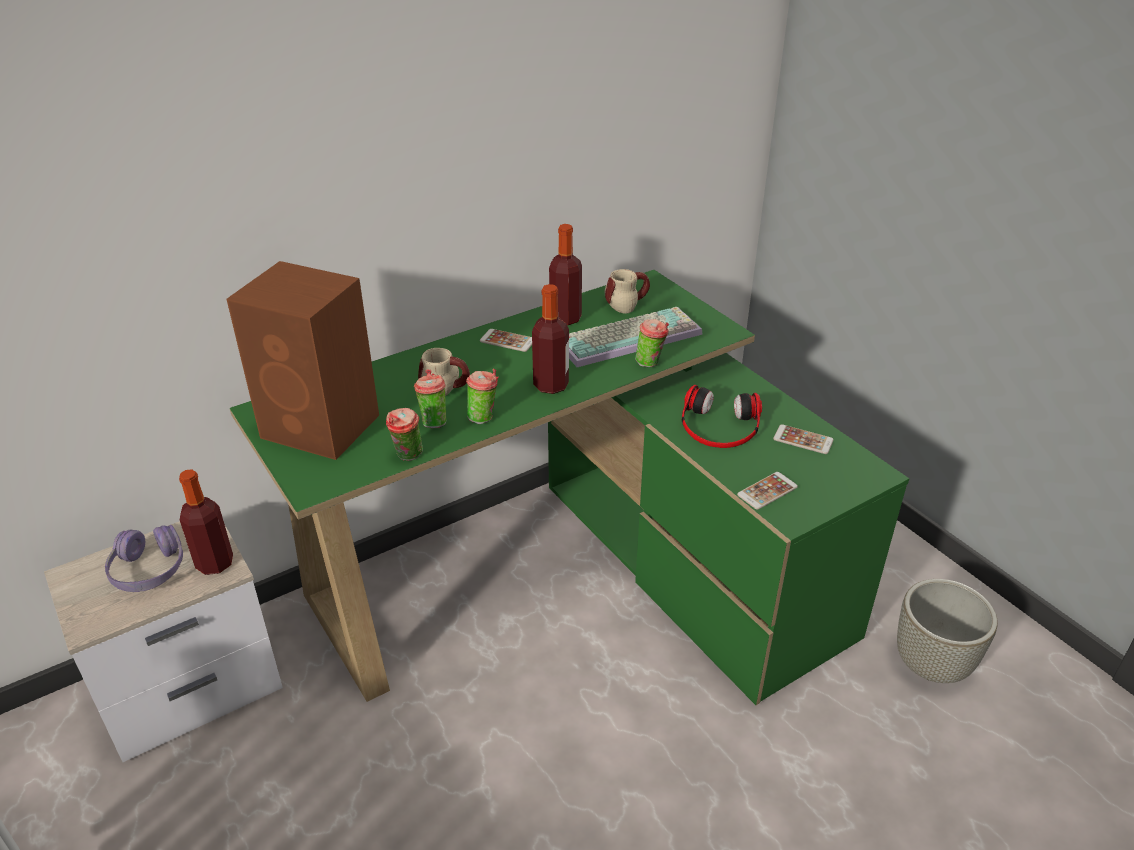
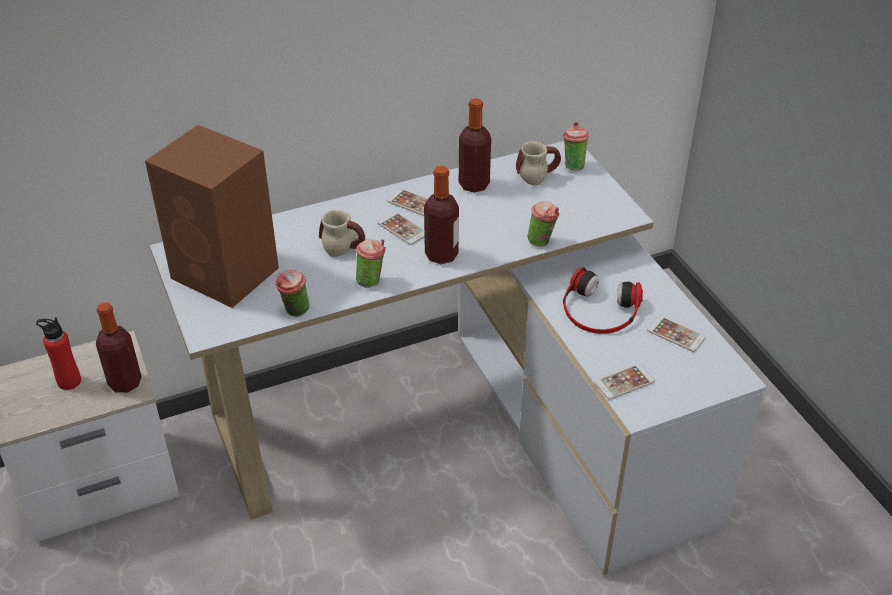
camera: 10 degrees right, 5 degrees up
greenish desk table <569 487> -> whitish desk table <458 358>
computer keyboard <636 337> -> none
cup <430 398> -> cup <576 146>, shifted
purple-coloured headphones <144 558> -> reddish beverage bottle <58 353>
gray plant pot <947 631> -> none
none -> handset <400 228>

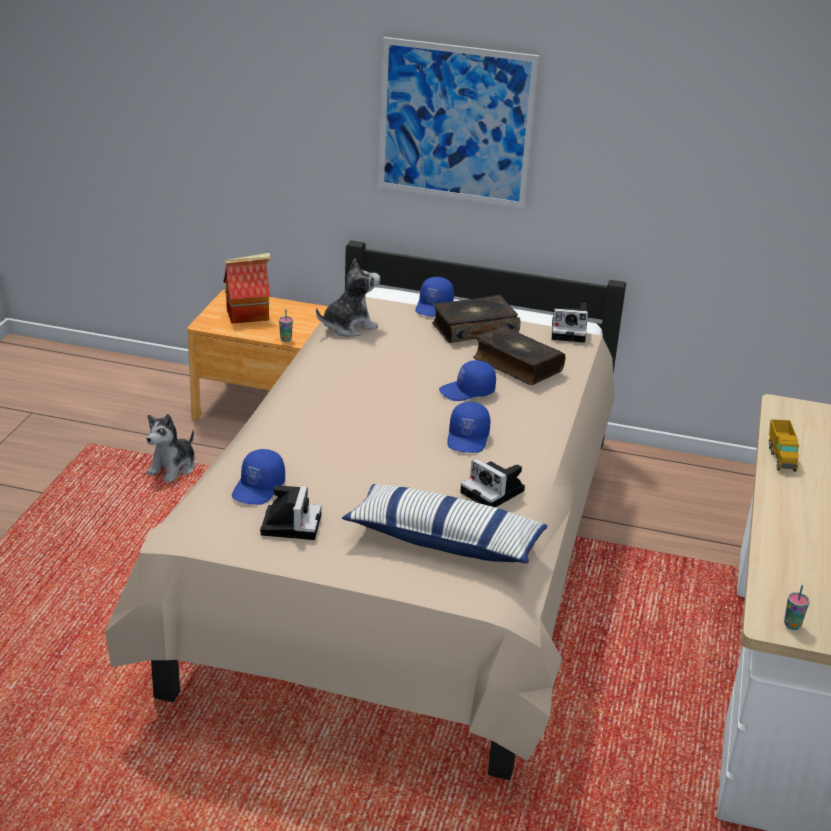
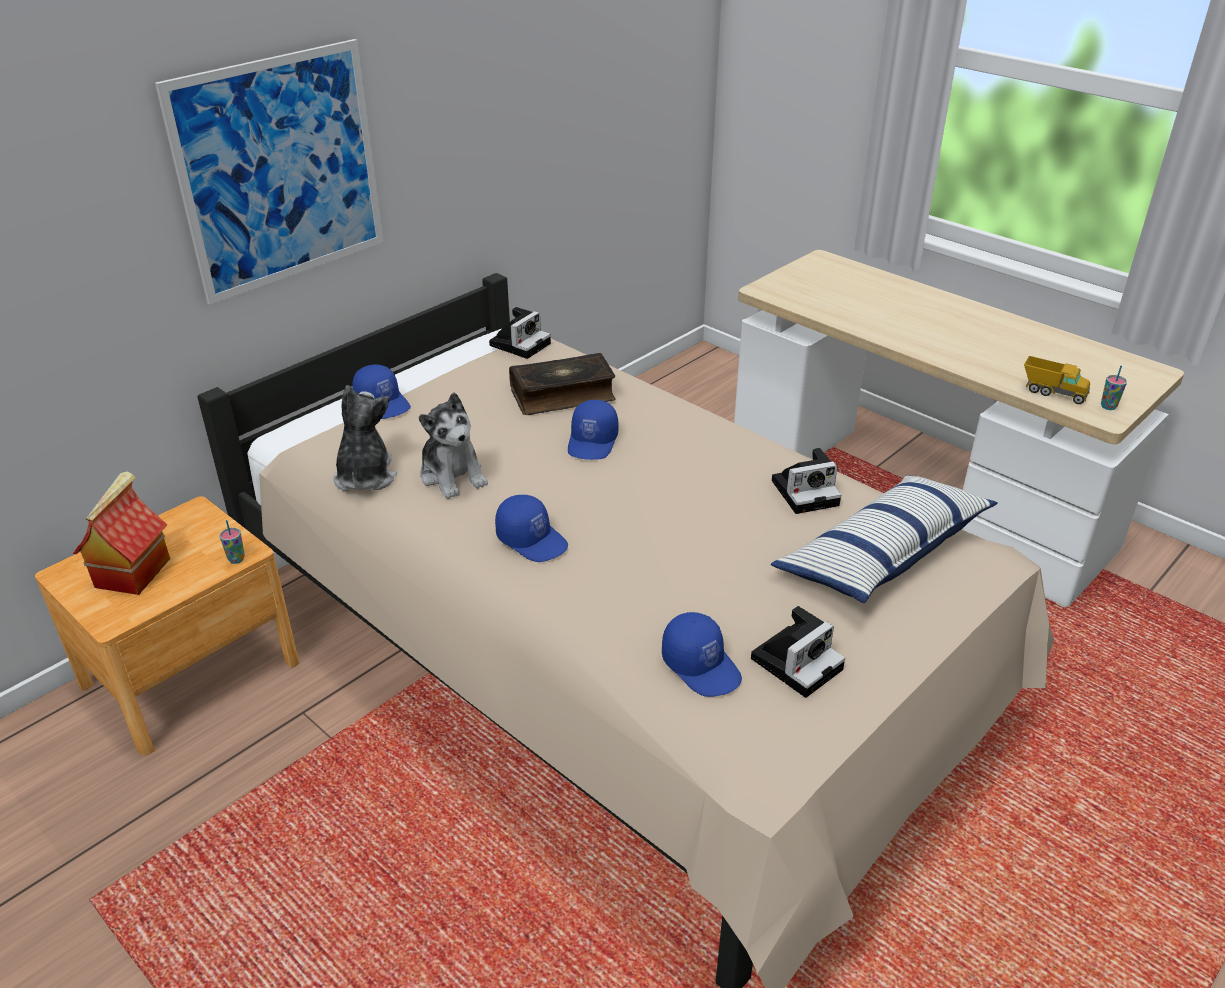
camera: 60 degrees left, 5 degrees up
book <476 319> -> none
bluish baseball cap <469 427> -> bluish baseball cap <531 528>, shifted
cuddly toy <170 448> -> cuddly toy <453 446>, shifted
toy truck <784 445> -> toy truck <1057 380>, shifted
still camera <290 512> -> still camera <798 652>, 105 degrees clockwise

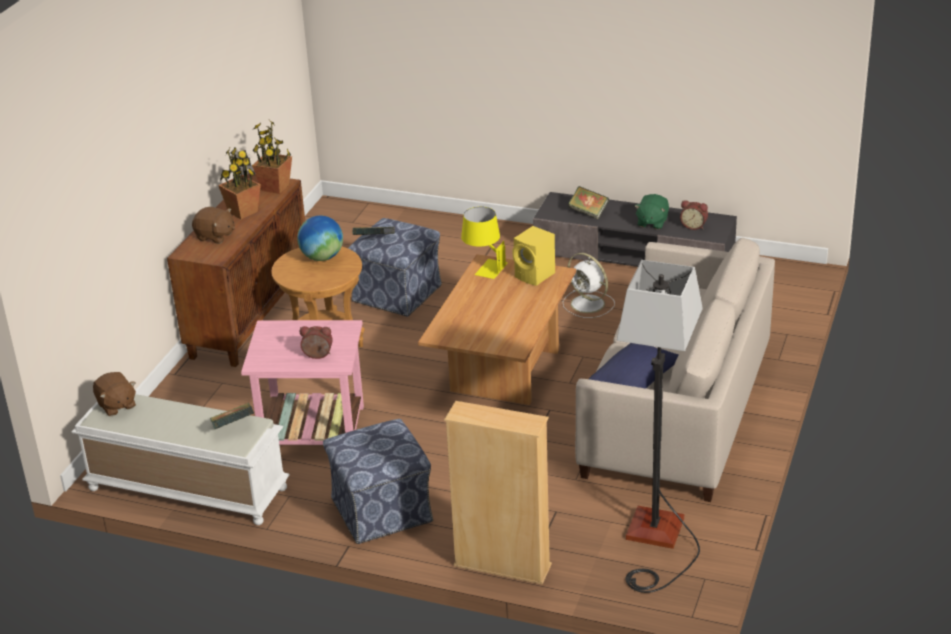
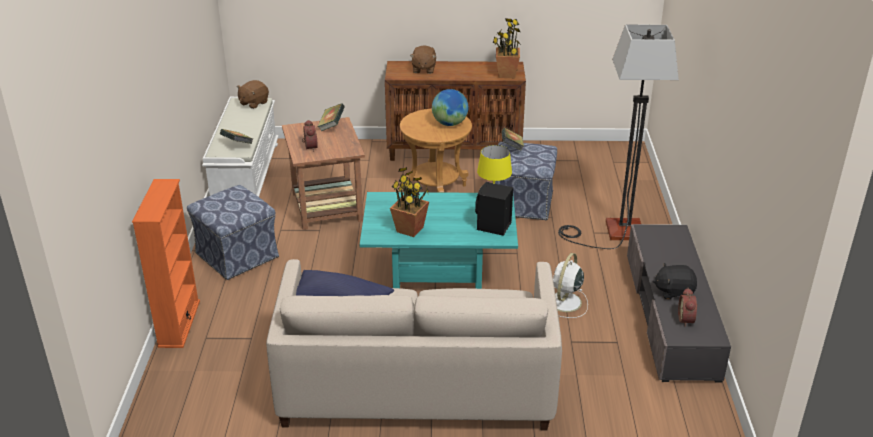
camera: 70 degrees right, 0 degrees up
plant in a pot <239 183> -> plant in a pot <409 202>, shifted
book <588 202> -> book <331 117>, shifted
greenish cuddly toy <652 212> -> blackish cuddly toy <675 281>
yellow-coloured speaker <534 256> -> blackish speaker <494 209>
brown low table <497 329> -> blue-green low table <439 240>
floor lamp <660 426> -> floor lamp <618 137>, shifted
pinkish end table <302 382> -> brown end table <323 173>
beige bookcase <498 492> -> orange-coloured bookcase <166 263>

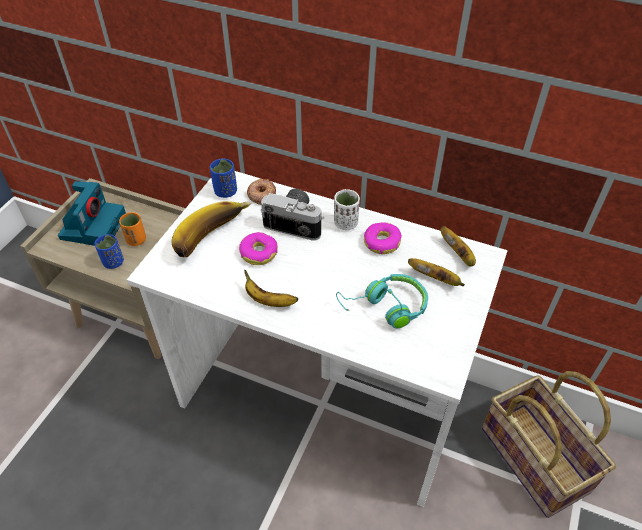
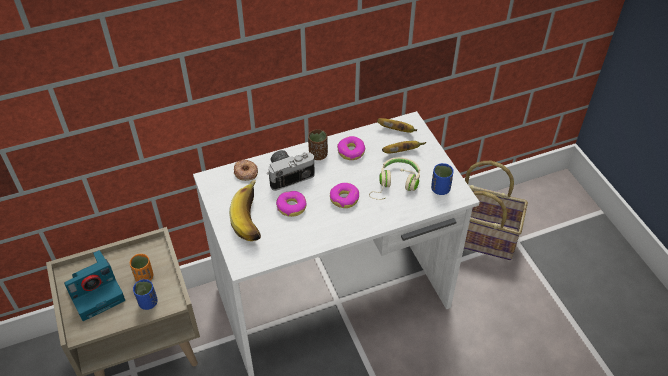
camera: 45 degrees left, 0 degrees up
bluish cup <223 178> -> bluish cup <442 179>, shifted
still camera <92 213> -> still camera <94 285>, 90 degrees clockwise
whitish cup <347 209> -> brown cup <318 144>
whole banana <271 288> -> none
blue-green headphones <382 301> -> beige headphones <394 178>
none -> ring doughnut <344 195>

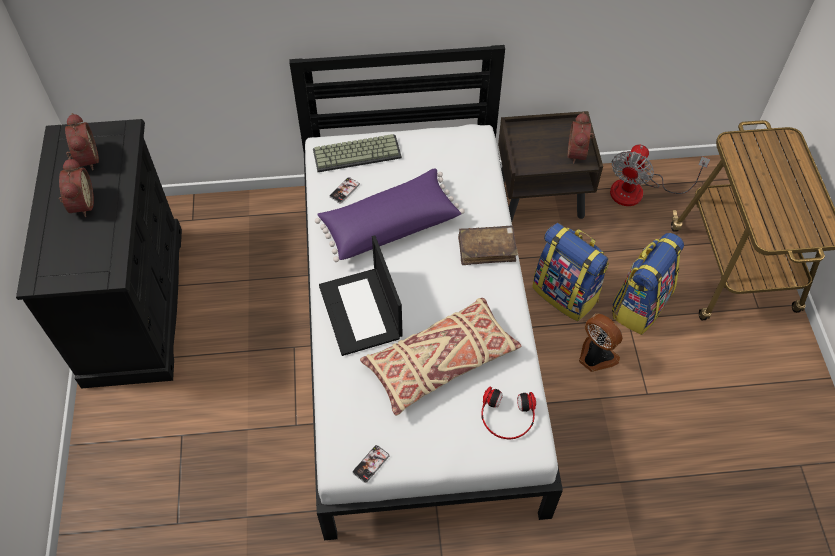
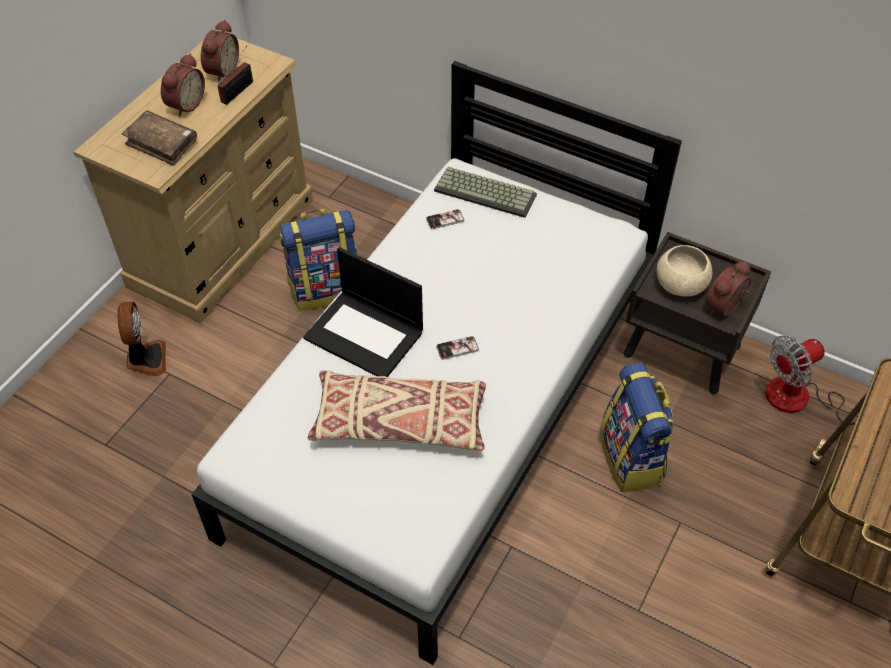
camera: 35 degrees right, 5 degrees down
blackish dresser <99 253> -> beige dresser <193 181>
purple-coloured cushion <390 215> -> none
brown book <488 245> -> brown book <159 138>, shifted
knapsack <648 284> -> knapsack <318 259>, shifted
portable computer <361 295> -> portable computer <363 312>, 75 degrees counterclockwise
electric fan <600 343> -> electric fan <141 339>, shifted
headphones <508 413> -> none
handset <371 464> -> handset <457 348>, shifted
none -> radio <235 75>
none -> beige serving bowl <684 271>

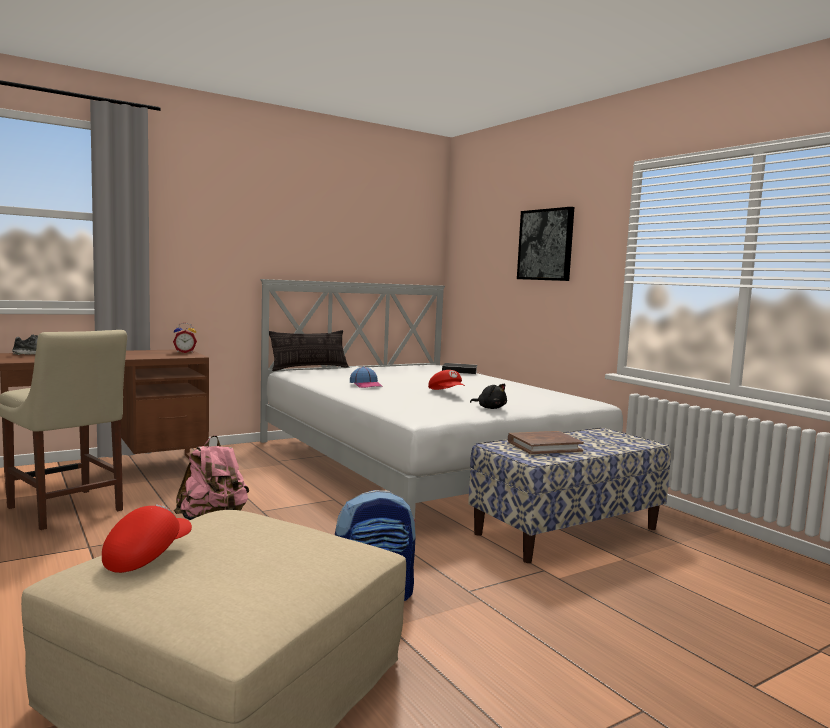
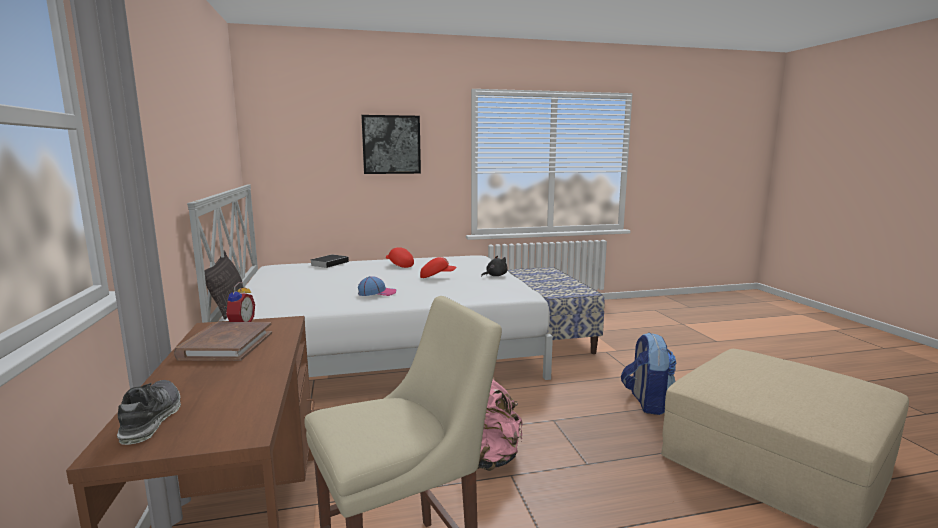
camera: 70 degrees left, 5 degrees up
brown book <546 442> -> brown book <223 341>, shifted
reddish baseball cap <147 538> -> reddish baseball cap <400 257>, shifted

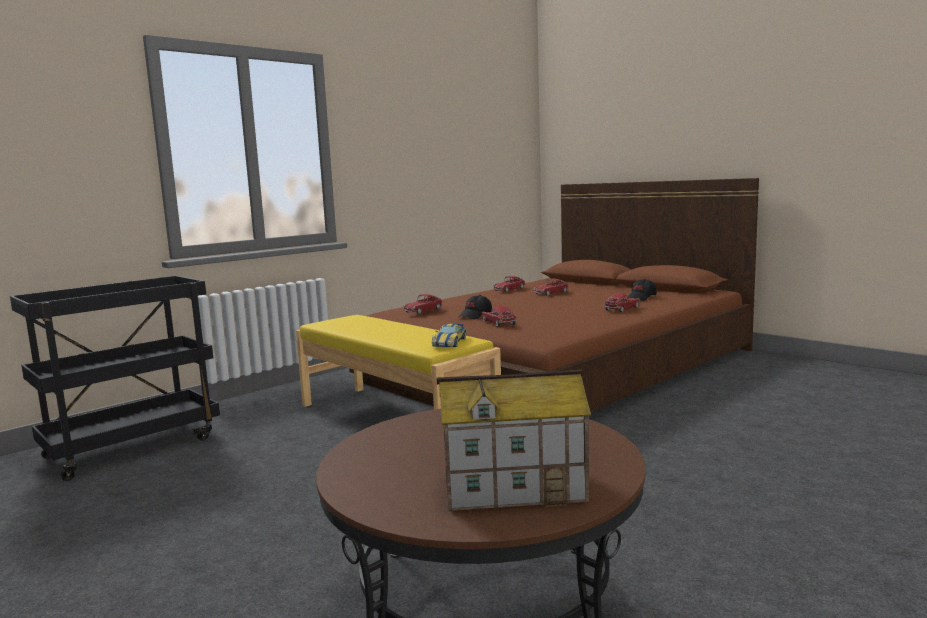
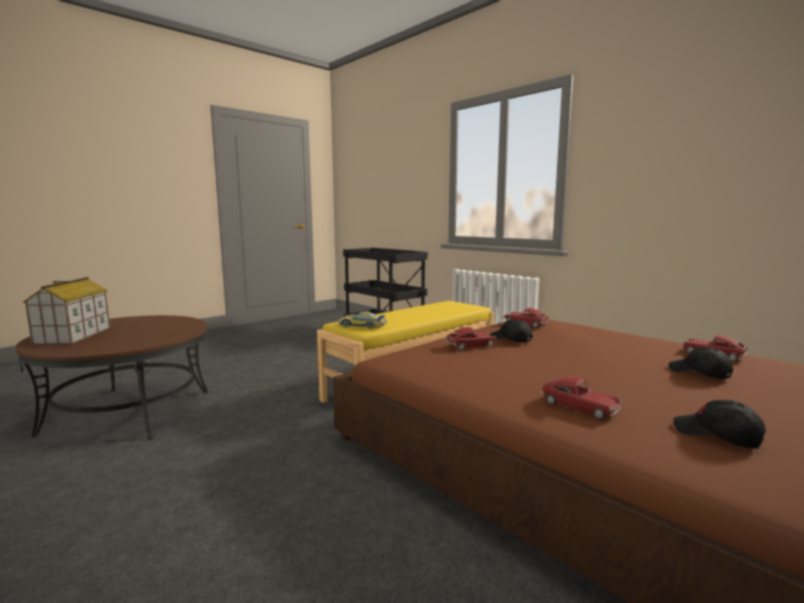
camera: 90 degrees right, 0 degrees up
miniature car <551 287> -> blackish baseball cap <700 363>

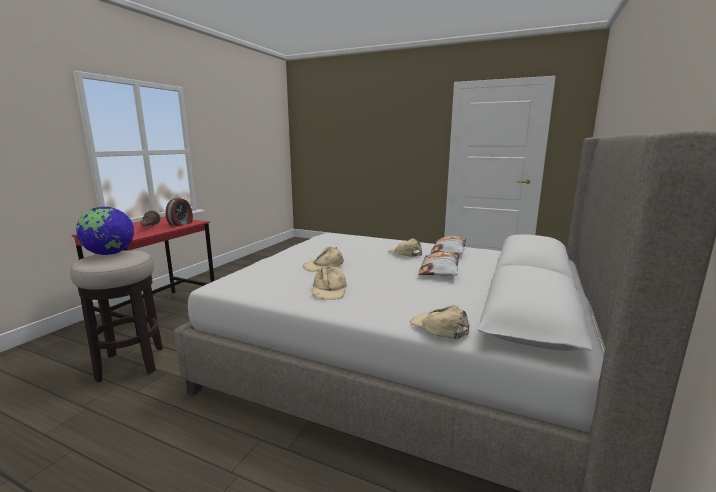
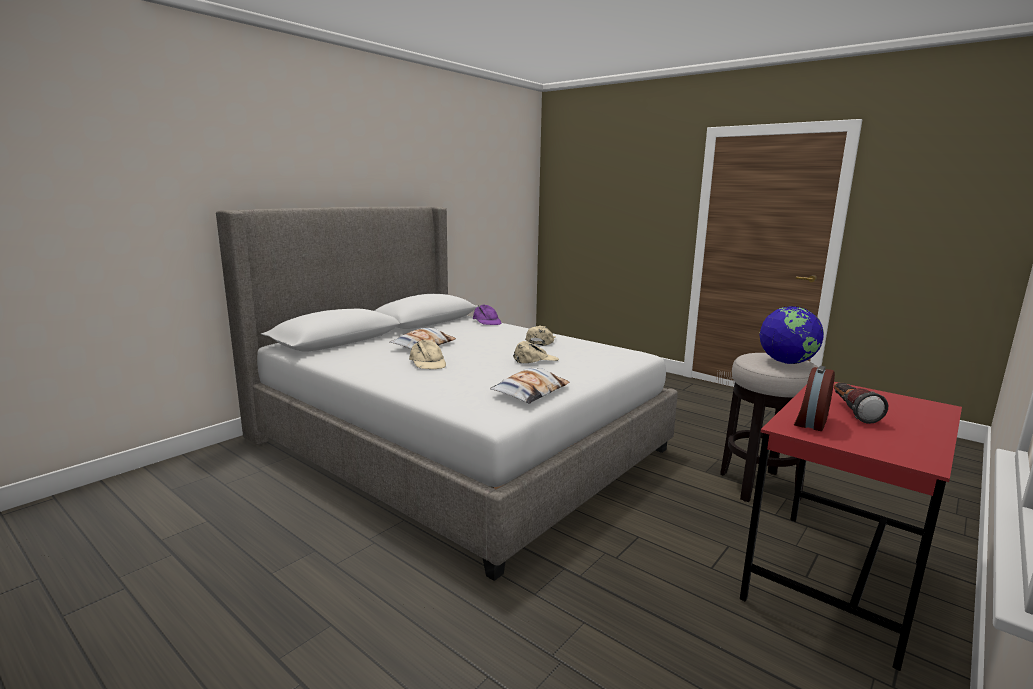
camera: 165 degrees left, 0 degrees up
cushion <448 245> -> cushion <530 386>, shifted
beige baseball cap <439 322> -> purple-coloured baseball cap <487 314>

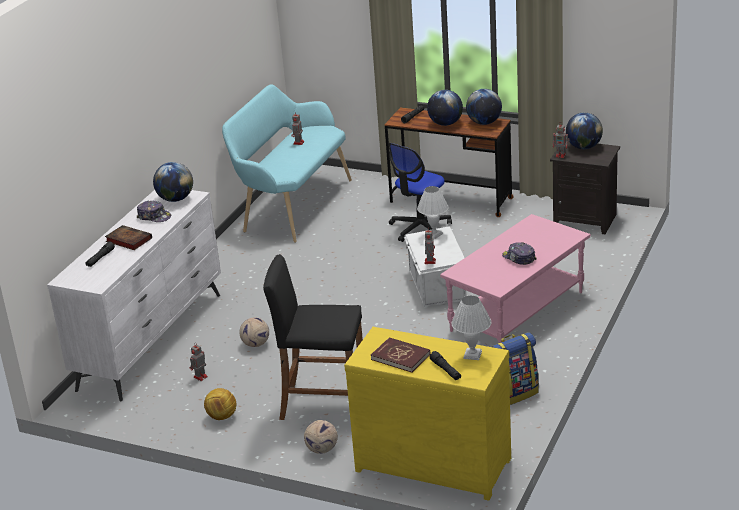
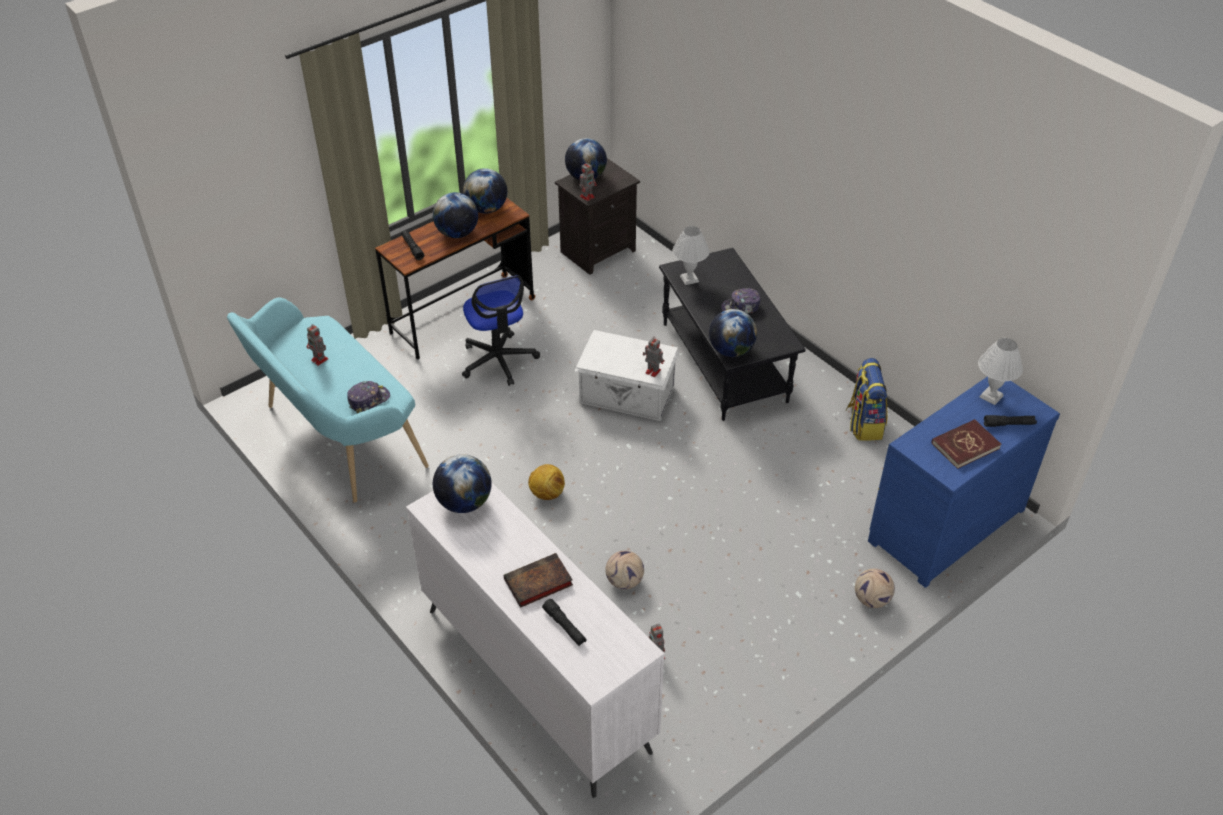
camera: 65 degrees left, 15 degrees up
whitish lamp for a table <433 212> -> whitish lamp for a table <691 255>, shifted
baseball cap <154 211> -> baseball cap <368 397>, shifted
pinkish low table <515 278> -> blackish low table <732 334>
blackish stool <313 337> -> none
yellow-coloured dresser <427 414> -> bluish dresser <964 482>
football <220 404> -> football <546 482>, shifted
none -> globe <733 333>

